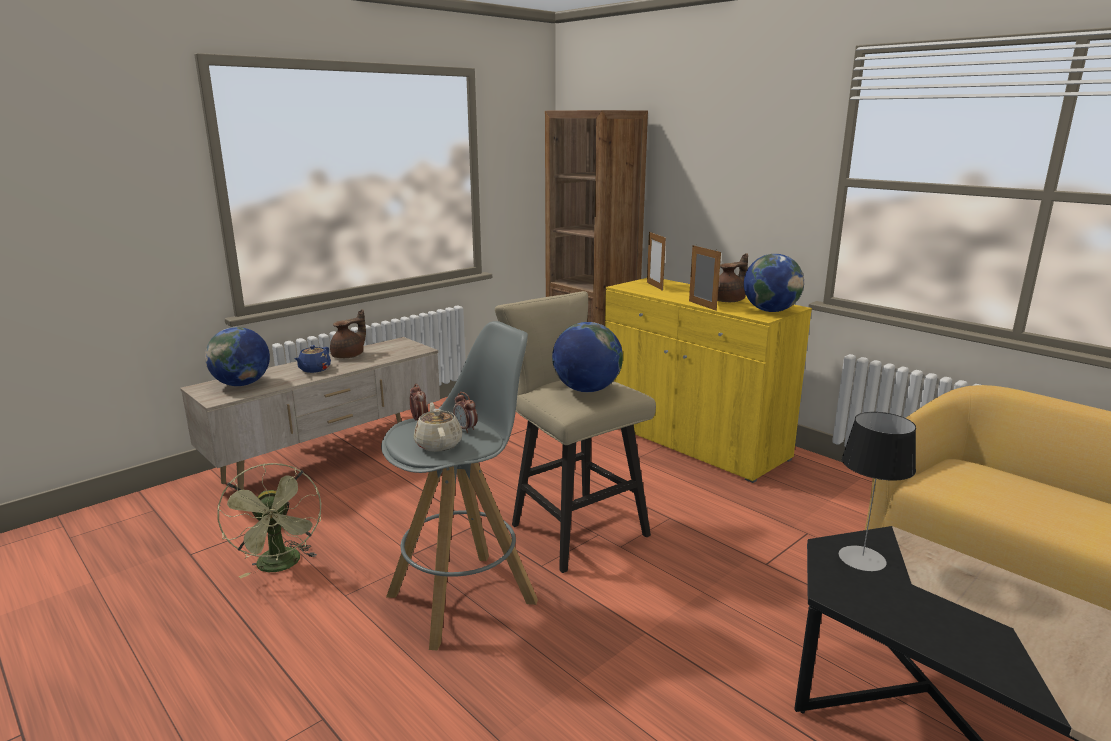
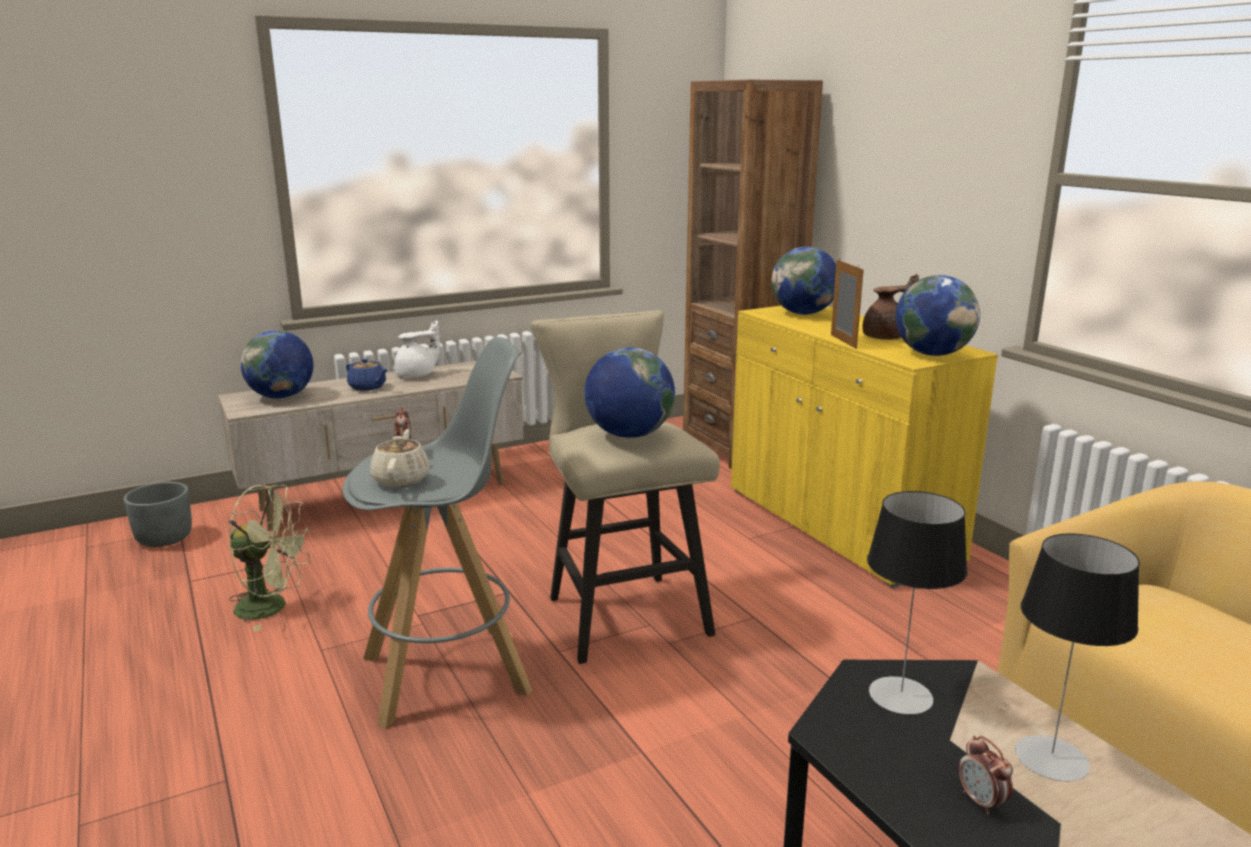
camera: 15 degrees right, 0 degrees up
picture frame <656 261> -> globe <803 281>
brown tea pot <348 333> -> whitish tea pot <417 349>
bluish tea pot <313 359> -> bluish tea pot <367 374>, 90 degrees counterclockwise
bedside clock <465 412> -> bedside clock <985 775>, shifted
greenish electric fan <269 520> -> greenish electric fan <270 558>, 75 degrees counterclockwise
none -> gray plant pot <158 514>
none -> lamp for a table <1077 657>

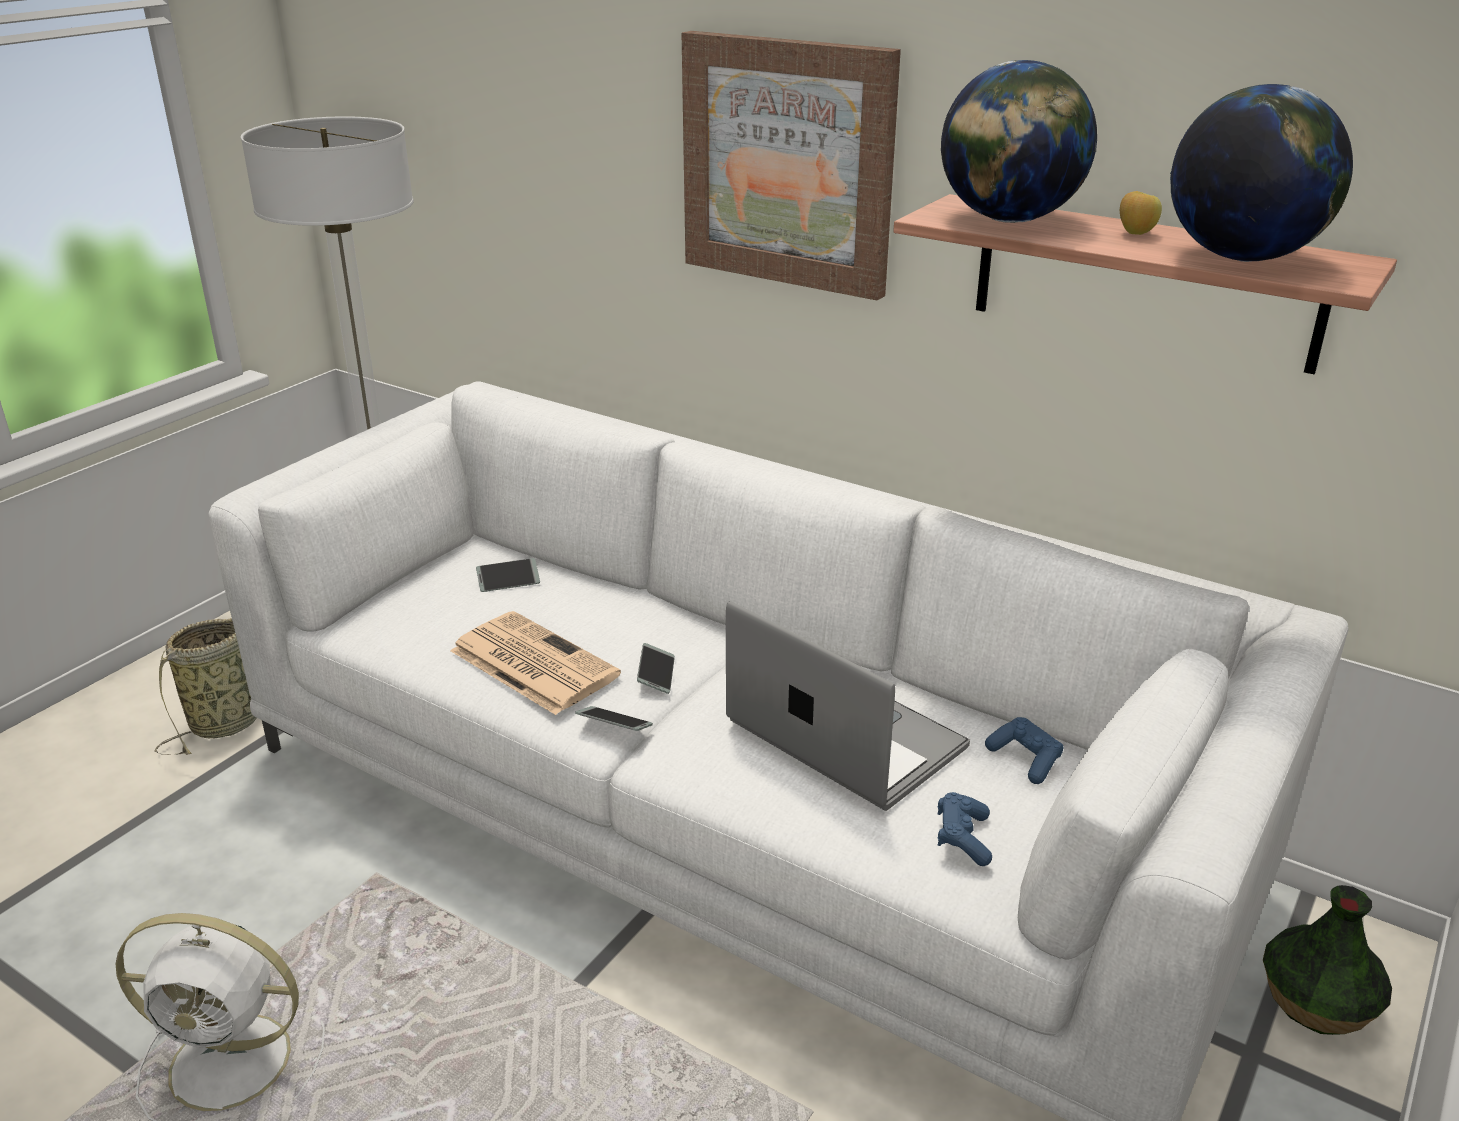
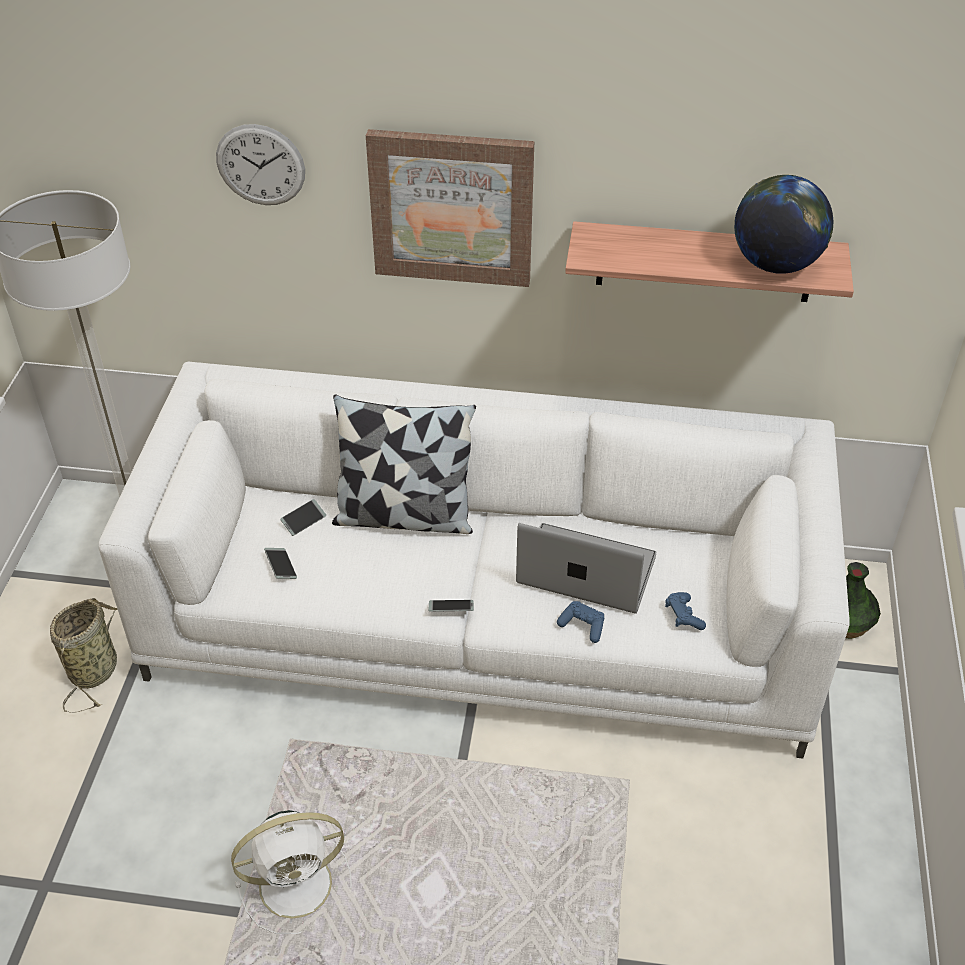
camera: 25 degrees left, 15 degrees up
globe <1019 141> -> none
apple fruit <1141 213> -> none
newspaper <535 663> -> none
handset <656 668> -> handset <280 563>, shifted
bluish joypad <1024 750> -> bluish joypad <580 622>, shifted
none -> clock on the wall <260 164>
none -> cushion <404 464>

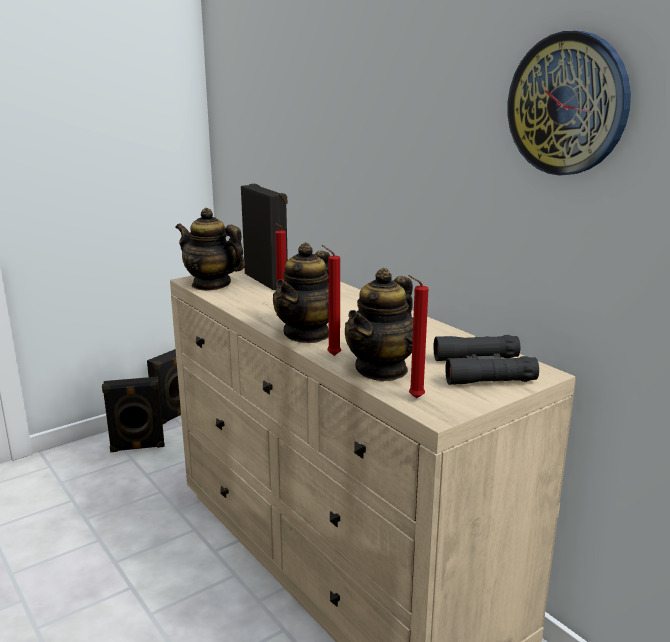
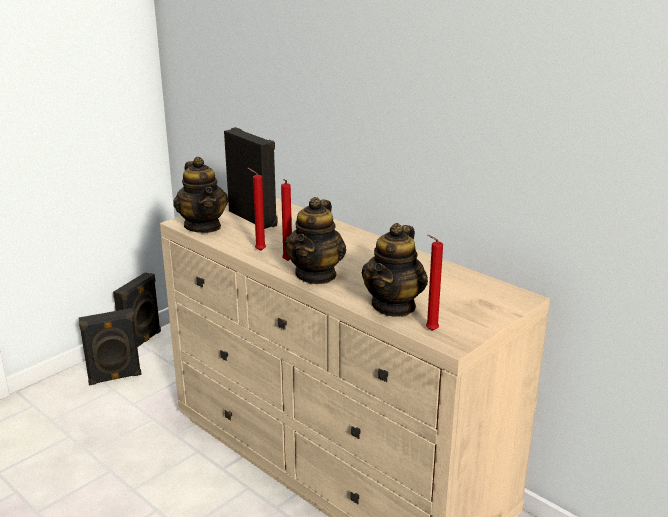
camera: 10 degrees left, 5 degrees up
clock on the wall <569 103> -> none
tea pot <210 249> -> tea pot <200 195>, 135 degrees counterclockwise
reddish wax light <331 300> -> reddish wax light <257 209>, shifted
blackish binoculars <486 360> -> none

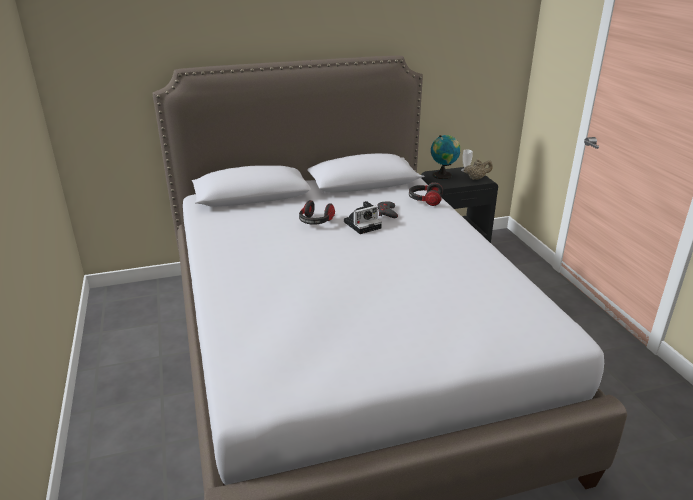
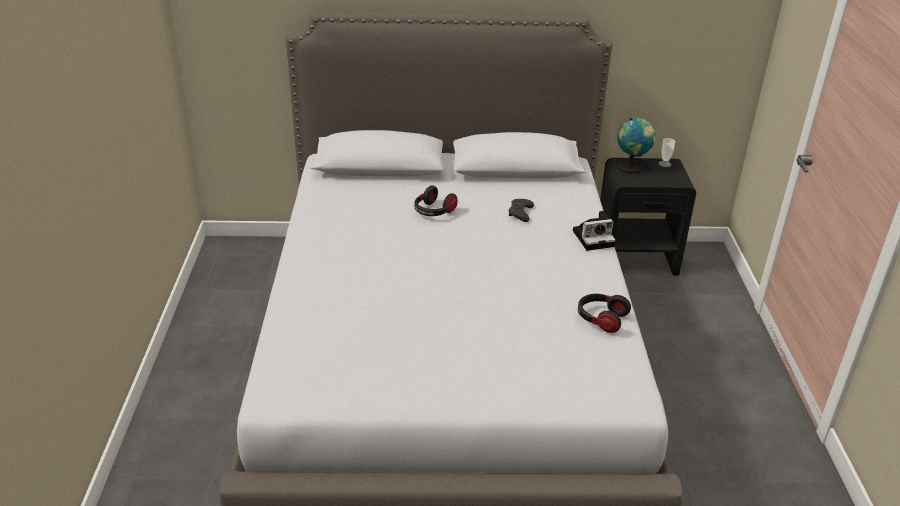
camera: 15 degrees right, 5 degrees up
beige tea pot <478 169> -> none
headphones <426 194> -> headphones <604 313>, shifted
still camera <363 217> -> still camera <594 231>, shifted

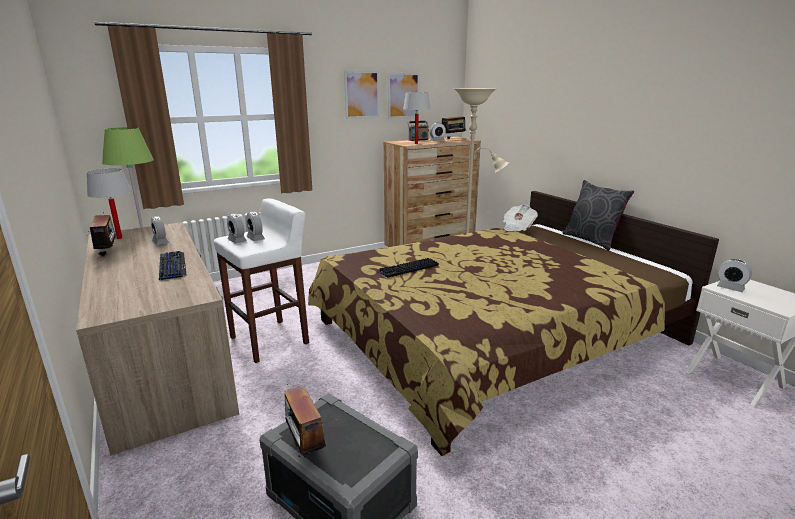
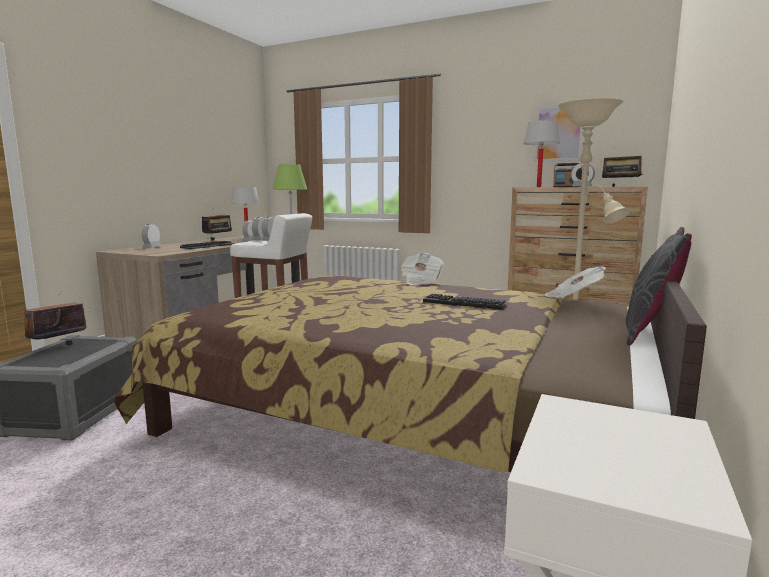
camera: 55 degrees right, 10 degrees down
wall art <362 95> -> none
computer keyboard <408 268> -> computer keyboard <465 301>, shifted
bedside clock <734 275> -> bedside clock <151 236>, shifted
none -> newspaper <422 269>

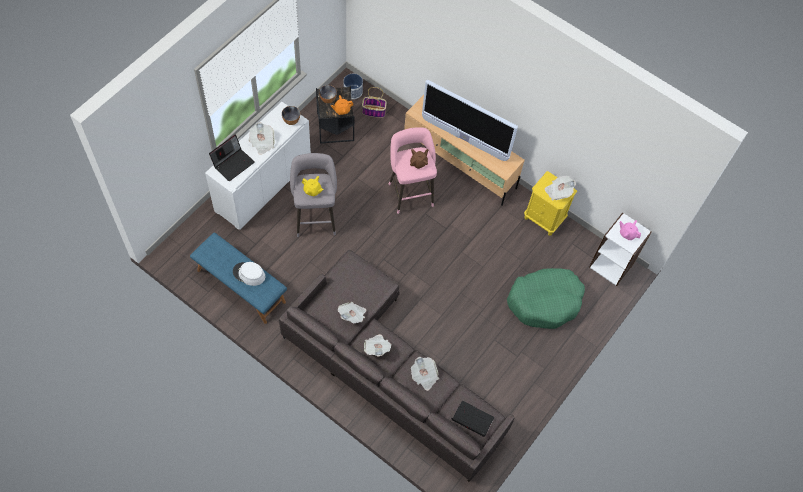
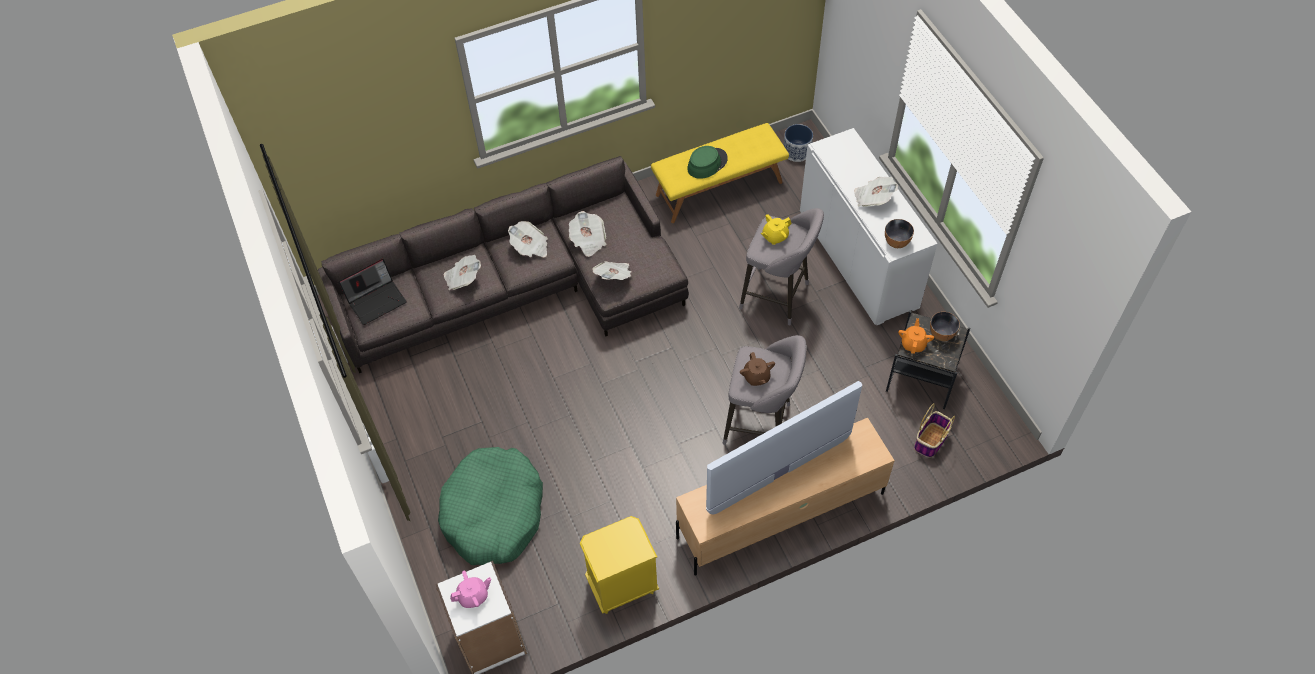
camera: 125 degrees right, 5 degrees down
plant pot <353 86> -> plant pot <798 143>, shifted
pinkish stool <413 170> -> gray stool <764 390>
portable computer <232 157> -> none
newspaper <560 188> -> newspaper <612 270>, shifted
bluish indoor bench <238 278> -> yellow-coloured indoor bench <720 173>
whitish wearable hat <249 274> -> greenish wearable hat <707 162>

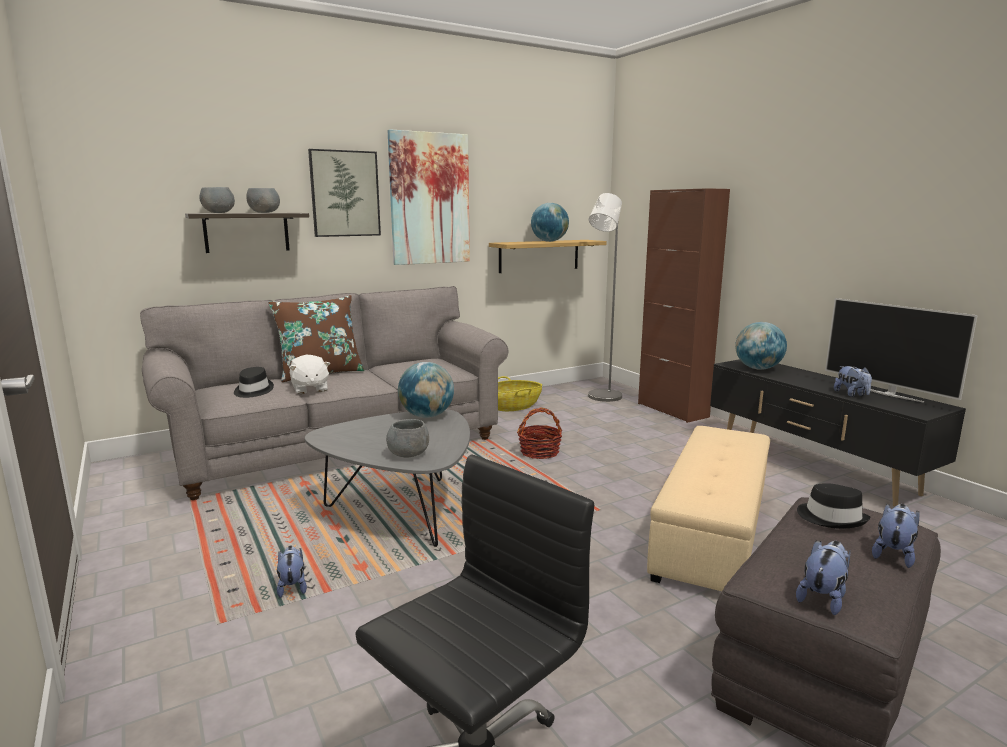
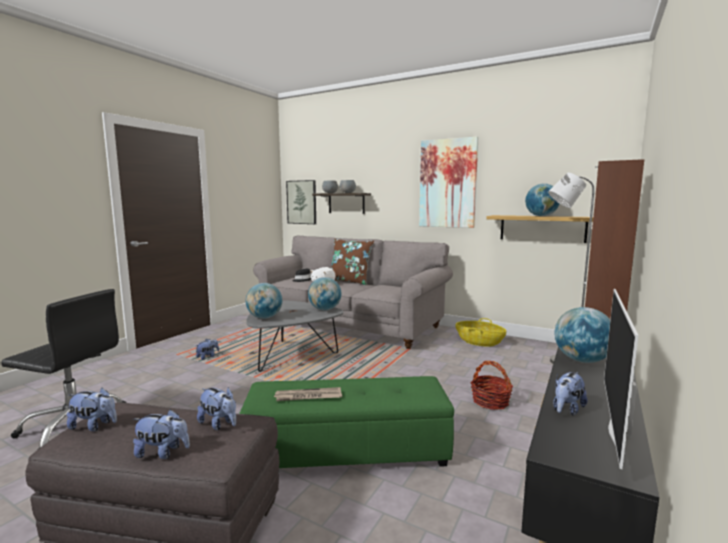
camera: 60 degrees right, 5 degrees down
wall art <344 193> -> wall art <301 202>, shifted
storage basket <539 433> -> storage basket <491 385>, shifted
gray serving bowl <407 438> -> globe <264 301>
beige pouffe <708 508> -> greenish pouffe <346 422>
blackish wearable hat <833 506> -> cuddly toy <216 408>
none -> newspaper <308 394>

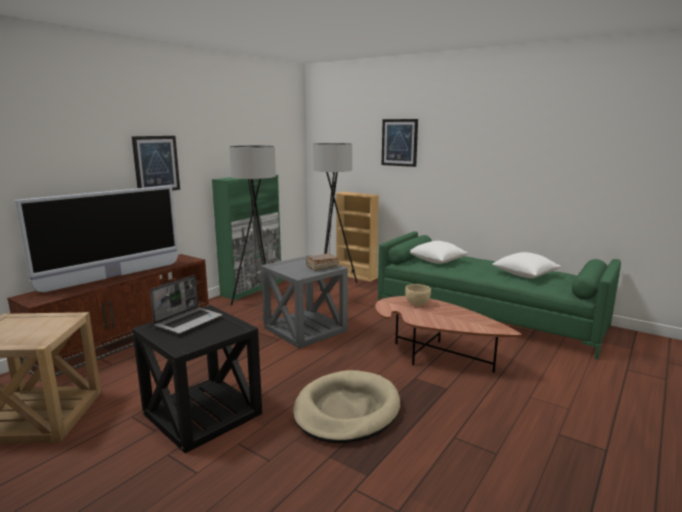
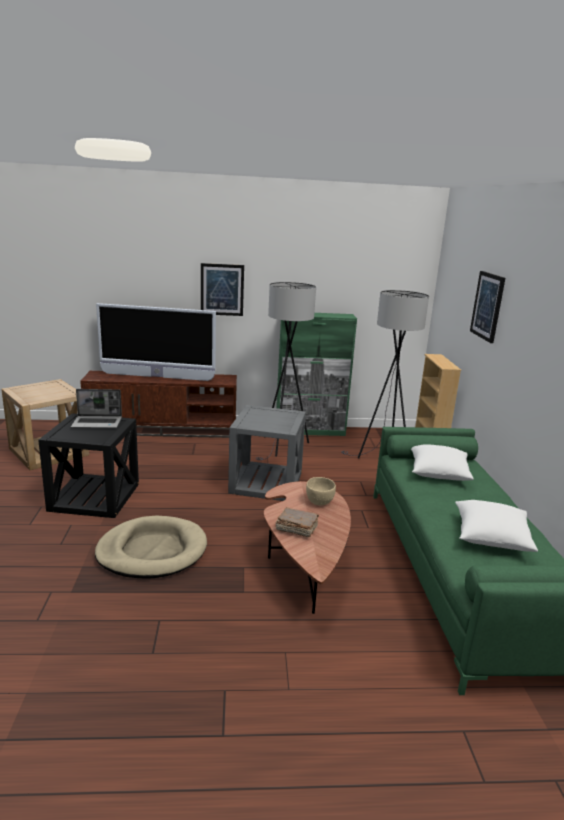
camera: 50 degrees right, 5 degrees up
brown book <322 262> -> brown book <297 522>, shifted

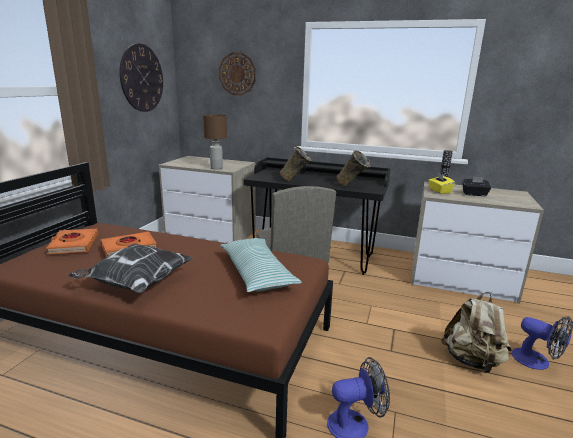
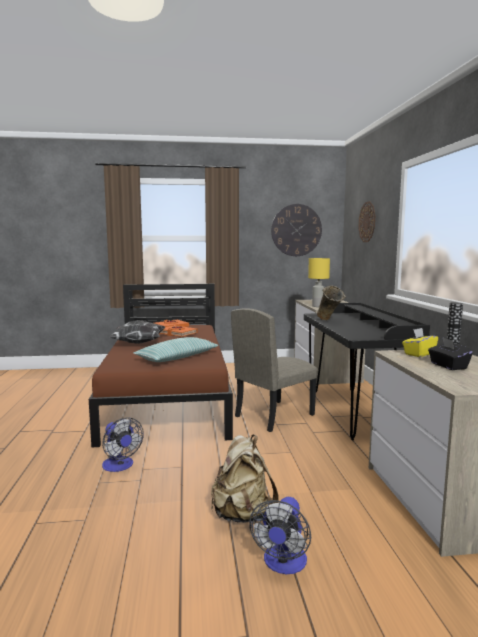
camera: 65 degrees right, 10 degrees down
brown lamp for a table <215 142> -> yellow-coloured lamp for a table <319 282>
beige decorative vase <354 168> -> none

